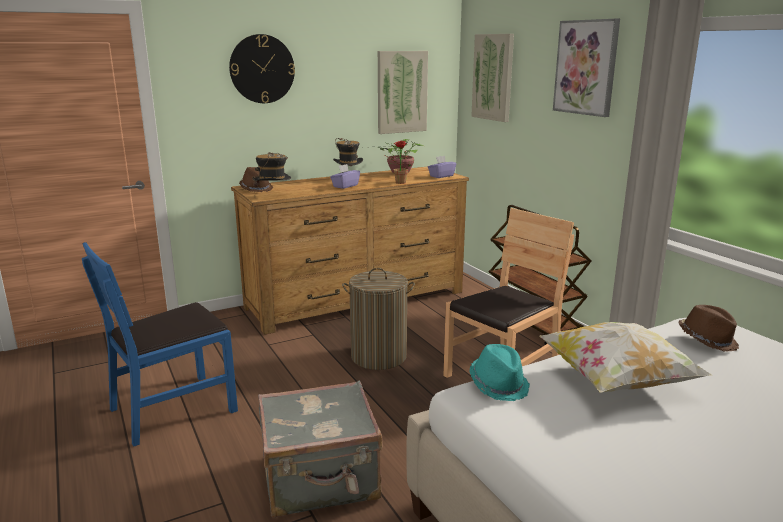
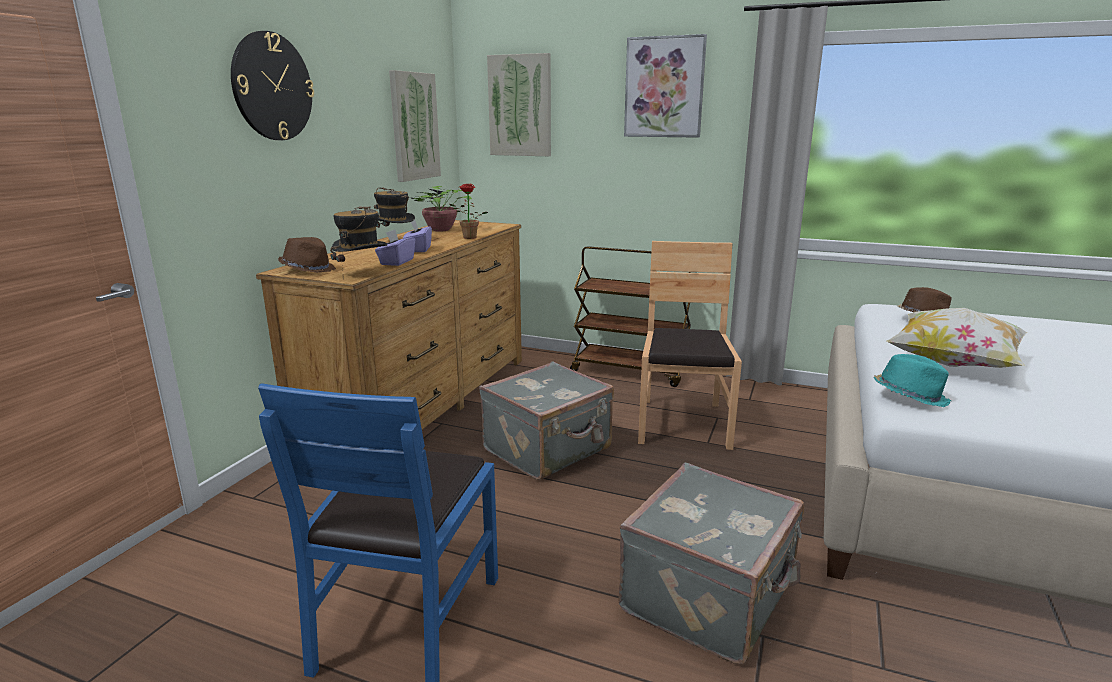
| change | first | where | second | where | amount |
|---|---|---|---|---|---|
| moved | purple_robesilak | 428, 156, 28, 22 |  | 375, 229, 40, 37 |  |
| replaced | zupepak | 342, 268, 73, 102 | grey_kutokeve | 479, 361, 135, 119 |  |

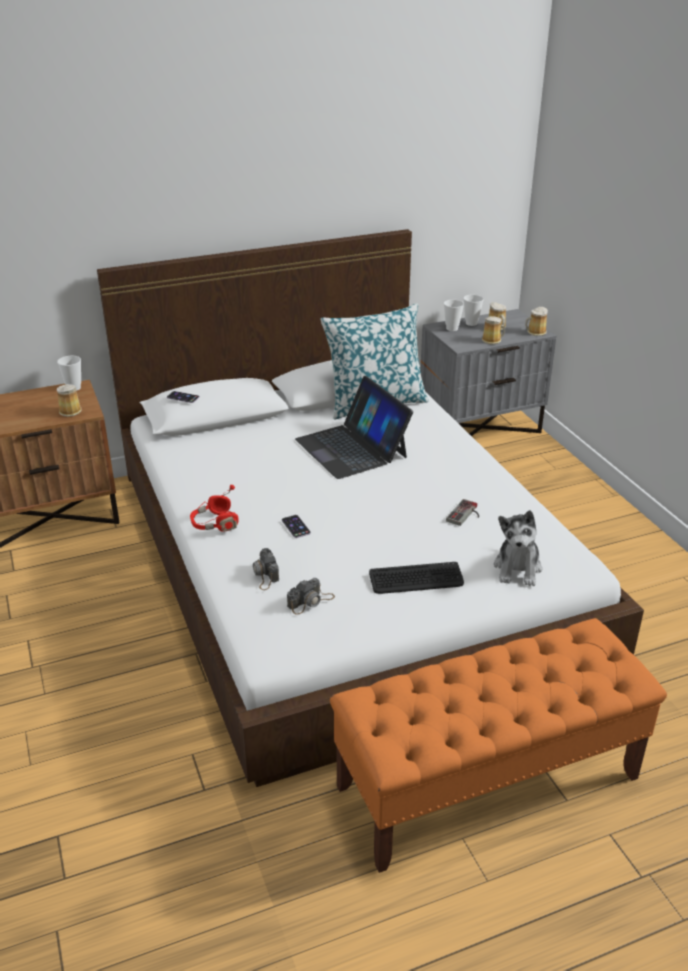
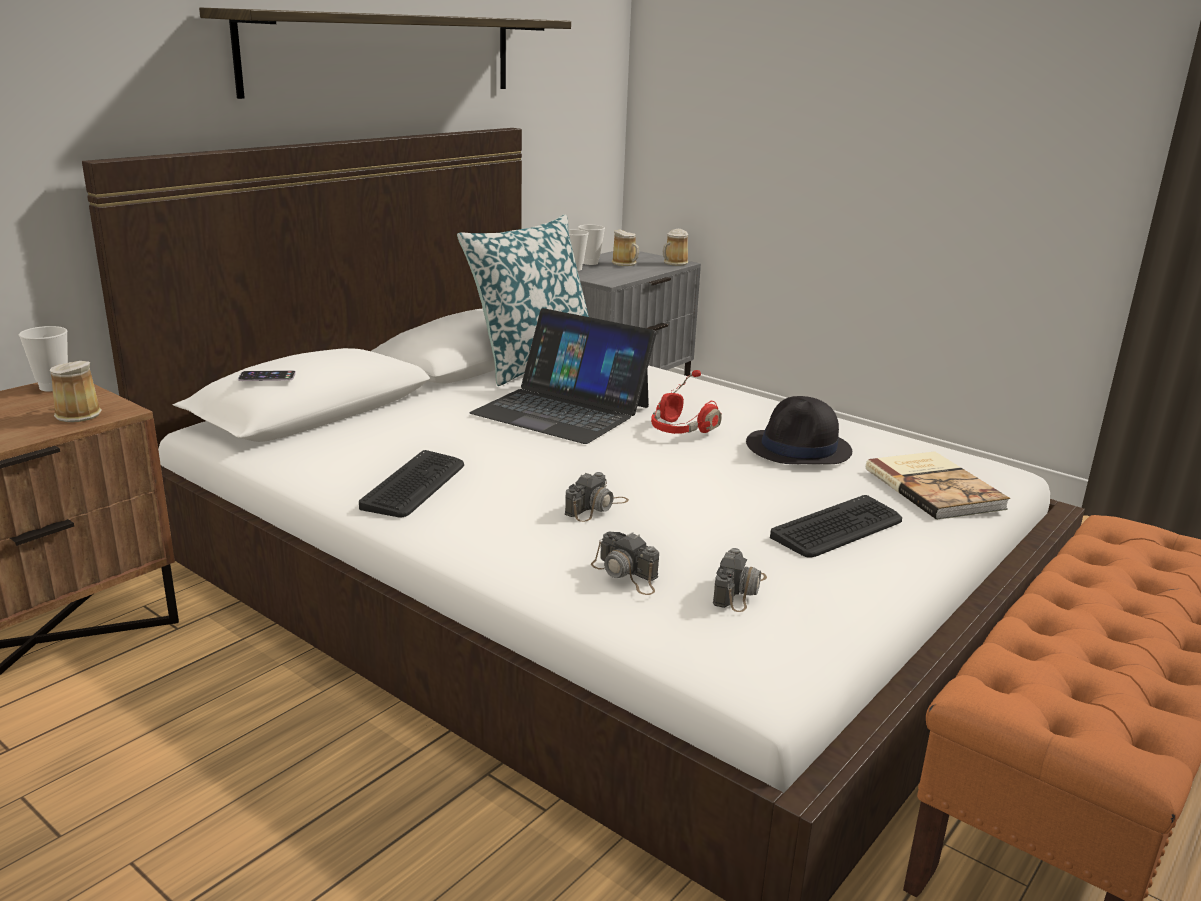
| change | first | where | second | where | amount |
|---|---|---|---|---|---|
| removed | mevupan | 482, 316, 23, 28 |  |  |  |
| added |  |  | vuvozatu | 199, 7, 372, 92 |  |
| added |  |  | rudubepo | 359, 450, 105, 67 |  |
| moved | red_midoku | 190, 485, 49, 47 |  | 651, 370, 71, 64 |  |
| replaced | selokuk | 282, 515, 29, 23 | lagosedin | 565, 472, 64, 50 |  |
| replaced | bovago | 446, 499, 33, 27 | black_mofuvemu | 746, 396, 106, 68 |  |
| replaced | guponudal | 494, 510, 48, 76 | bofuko | 866, 451, 144, 69 |  |

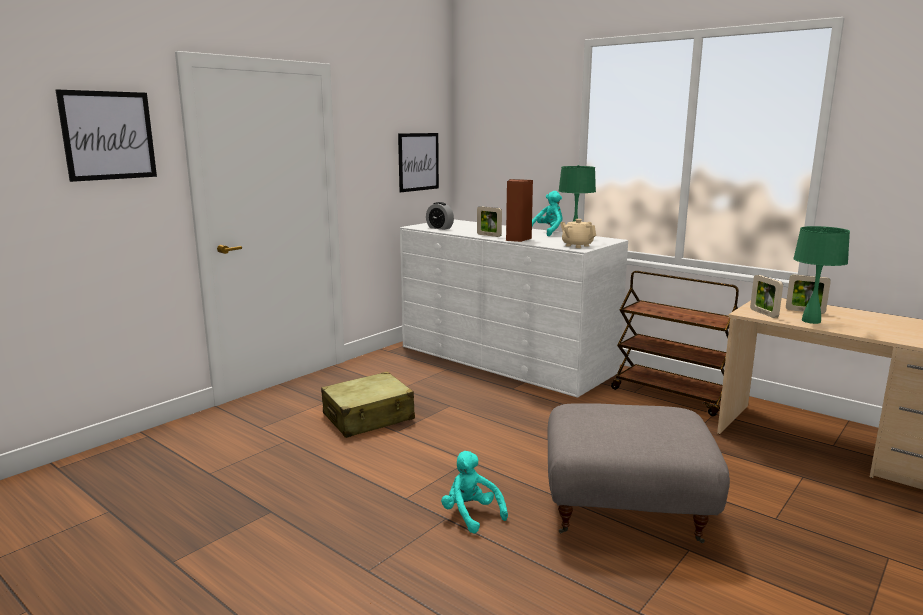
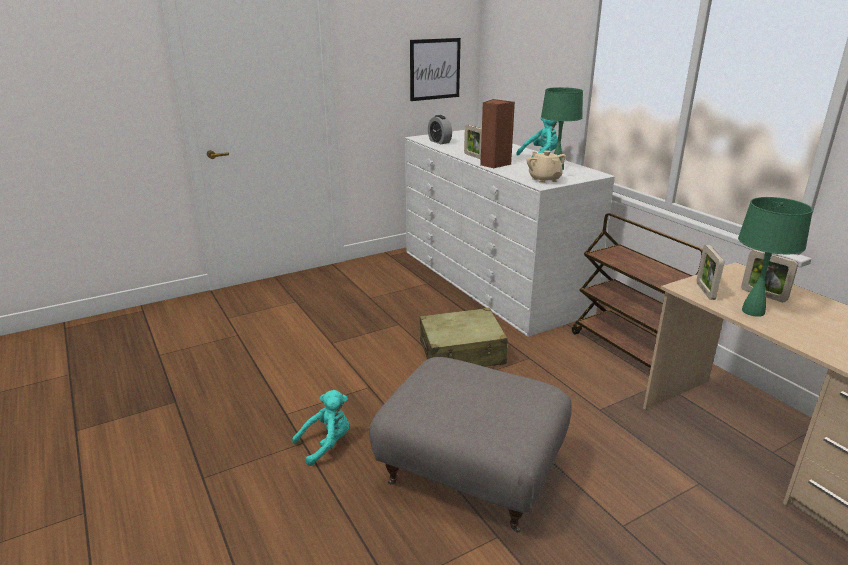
| change | first | where | second | where | amount |
|---|---|---|---|---|---|
| removed | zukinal | 56, 89, 101, 93 |  |  |  |
| moved | beige_kutokeve | 321, 372, 94, 66 |  | 420, 308, 88, 59 |  |
| turned | turquoise_guponudal | 441, 451, 67, 83 |  | 292, 390, 57, 76 | 75 degrees clockwise |

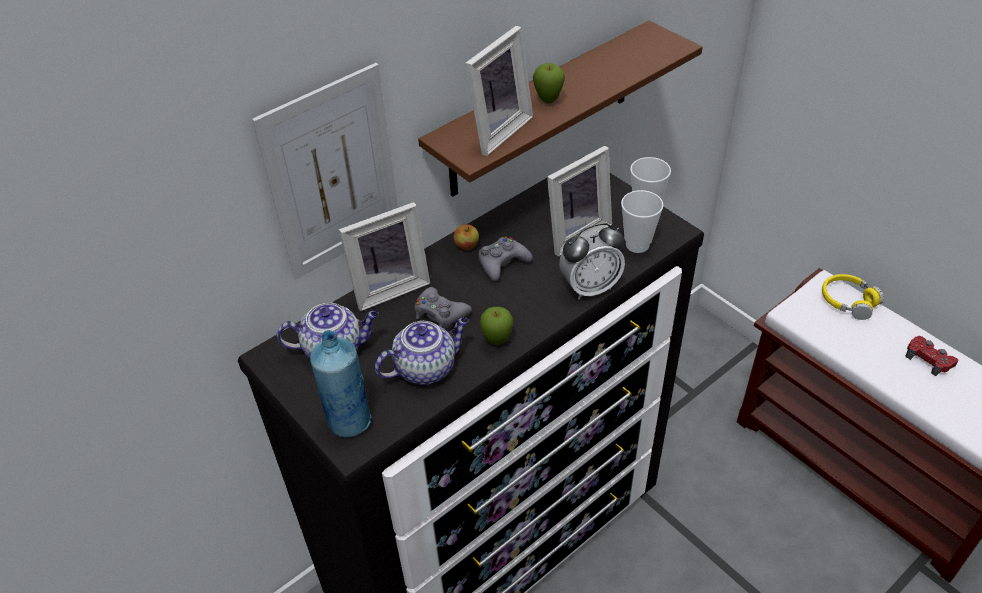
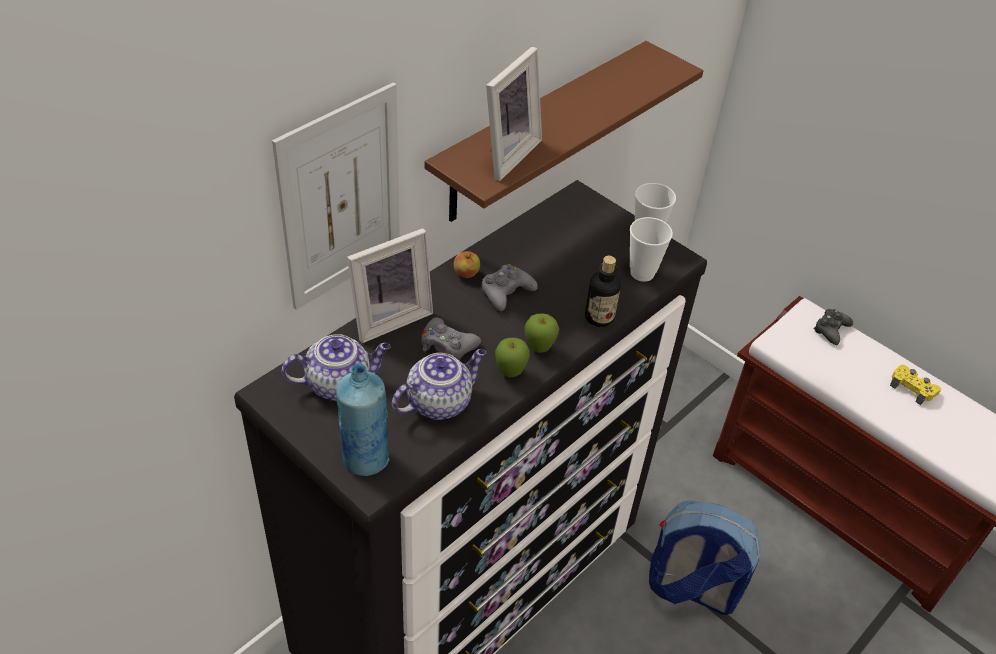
| change | first | where | second | where | amount |
|---|---|---|---|---|---|
| removed | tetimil | 547, 146, 65, 111 |  |  |  |
| added |  |  | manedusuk | 649, 501, 113, 114 |  |
| moved | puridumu | 533, 63, 32, 41 |  | 525, 314, 34, 39 |  |
| replaced | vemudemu | 559, 223, 66, 77 | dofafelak | 585, 256, 36, 71 |  |
| replaced | yellow_midoku | 822, 274, 62, 46 | black_bovago | 813, 309, 40, 36 |  |
| recoloured | red_bovago | 905, 336, 53, 40 | yellow_bovago | 890, 365, 51, 40 |  |

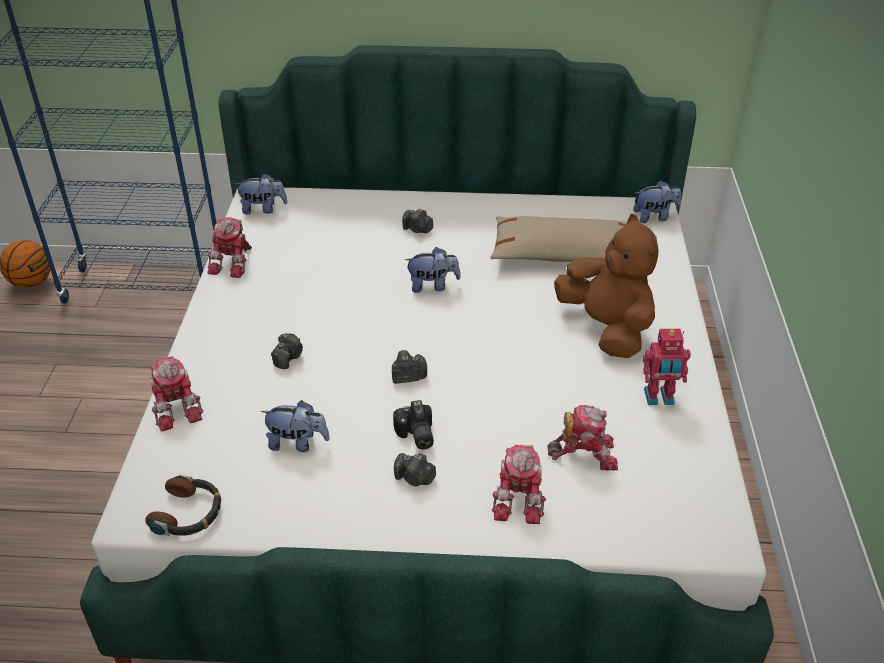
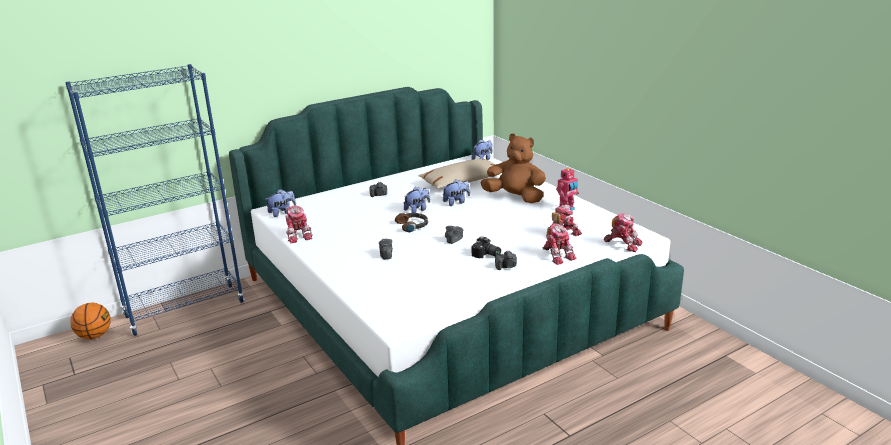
| change | first | where | second | where | amount |
|---|---|---|---|---|---|
| moved | midoku | 145, 475, 76, 61 |  | 395, 213, 33, 19 |  |
| moved | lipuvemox | 149, 356, 54, 75 |  | 604, 213, 39, 39 |  |
| moved | guponudal | 260, 400, 70, 52 |  | 443, 179, 27, 27 |  |

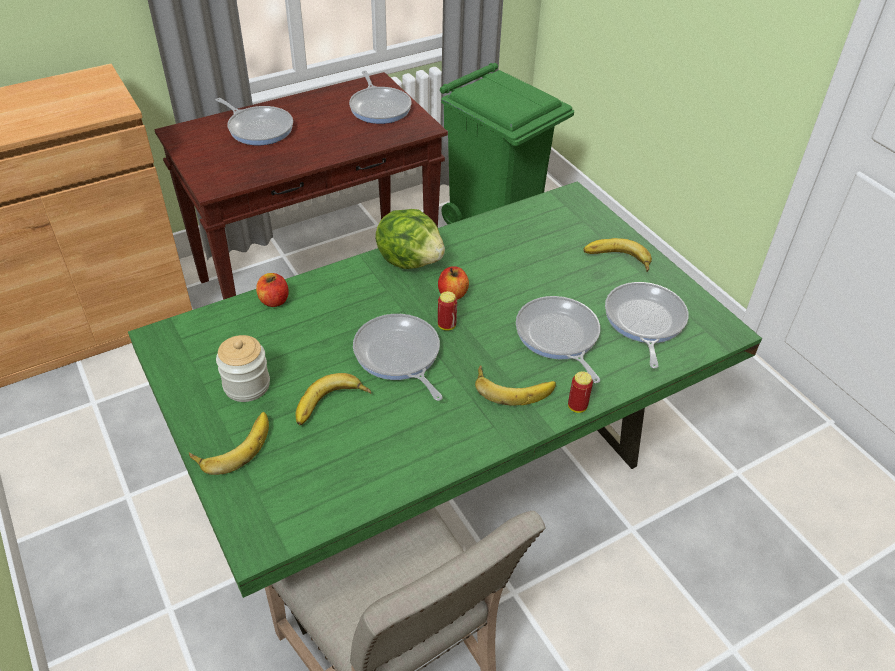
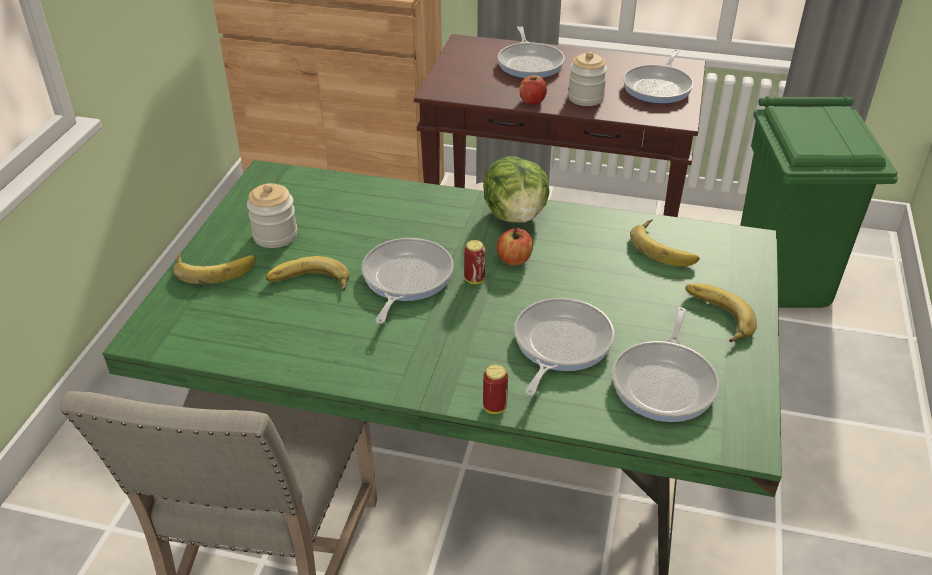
| change | first | where | second | where | amount |
|---|---|---|---|---|---|
| added |  |  | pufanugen | 568, 52, 39, 54 |  |
| moved | puridumu | 256, 273, 33, 34 |  | 520, 75, 27, 30 |  |
| moved | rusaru | 475, 365, 81, 41 |  | 630, 219, 69, 47 |  |
| turned | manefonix | 605, 282, 84, 87 |  | 612, 307, 107, 115 | 150 degrees clockwise |

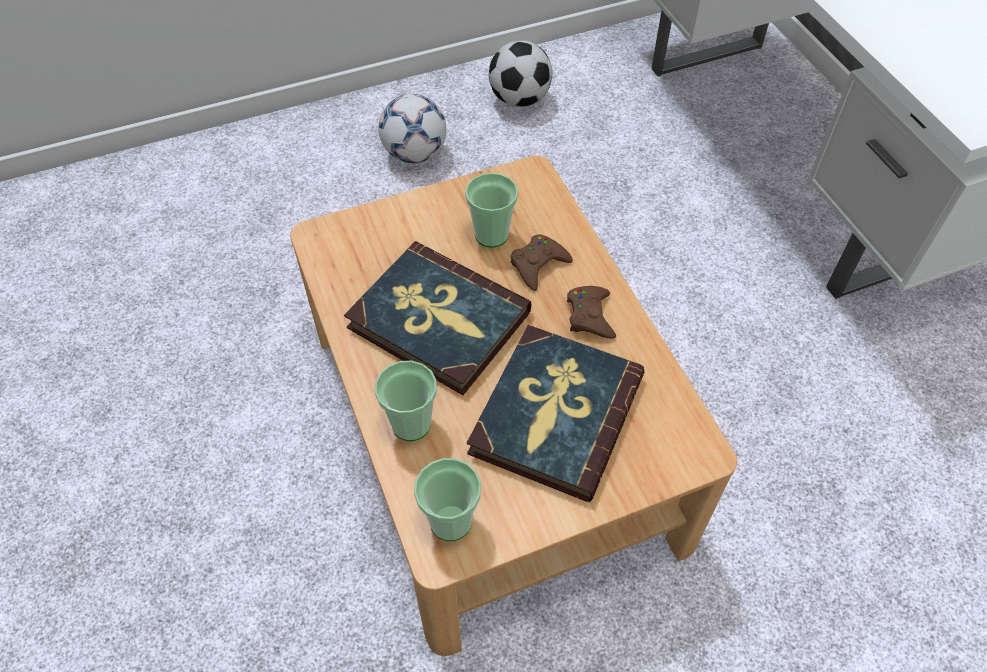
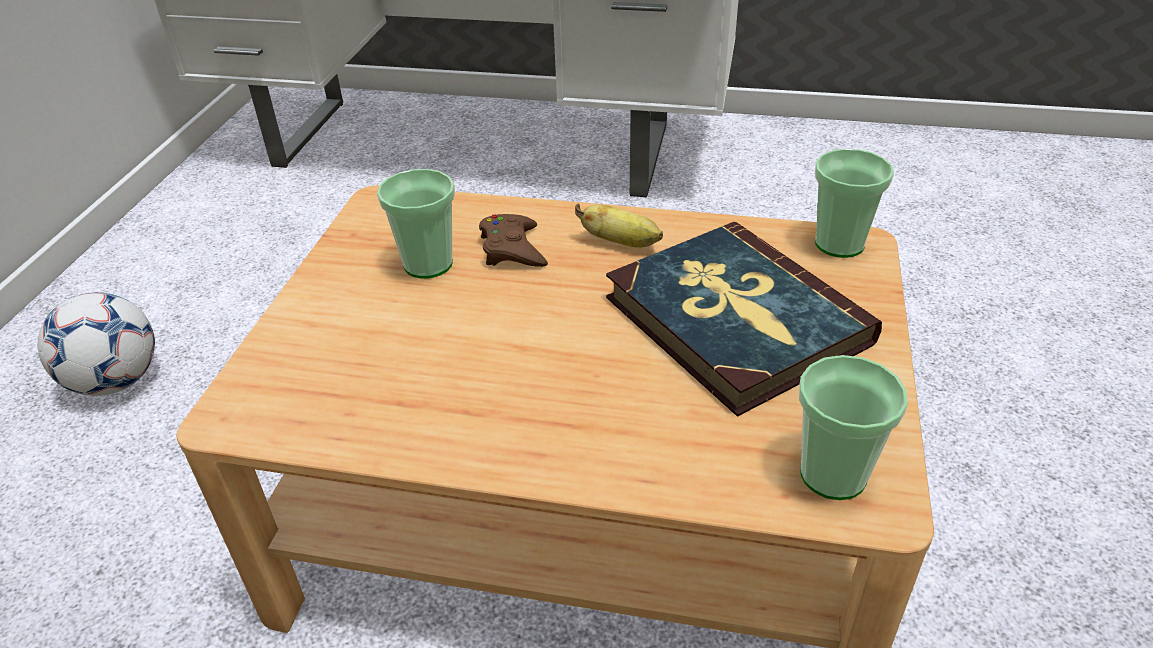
| change | first | where | second | where | amount |
|---|---|---|---|---|---|
| removed | bofuko | 344, 241, 188, 154 |  |  |  |
| removed | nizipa | 489, 40, 64, 67 |  |  |  |
| moved | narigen | 375, 360, 62, 81 |  | 815, 149, 79, 109 |  |
| replaced | brown_bovago | 567, 286, 49, 53 | rusaru | 575, 203, 88, 45 |  |

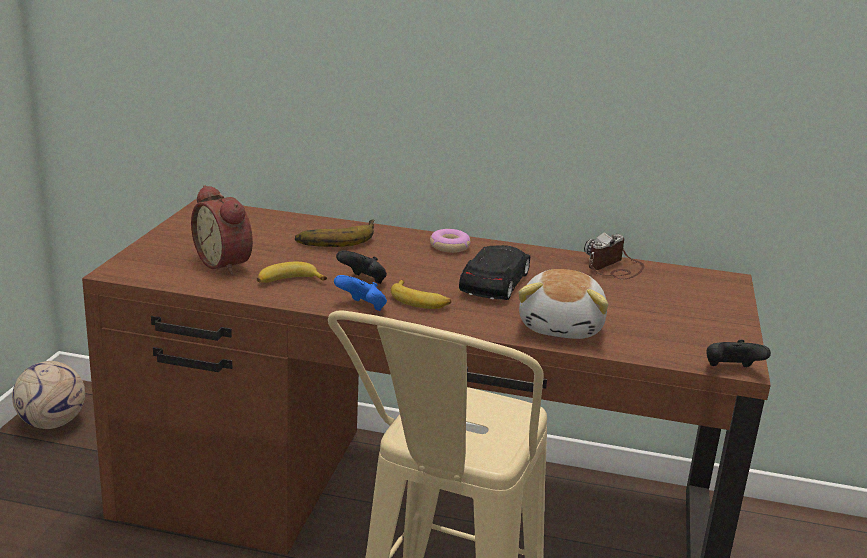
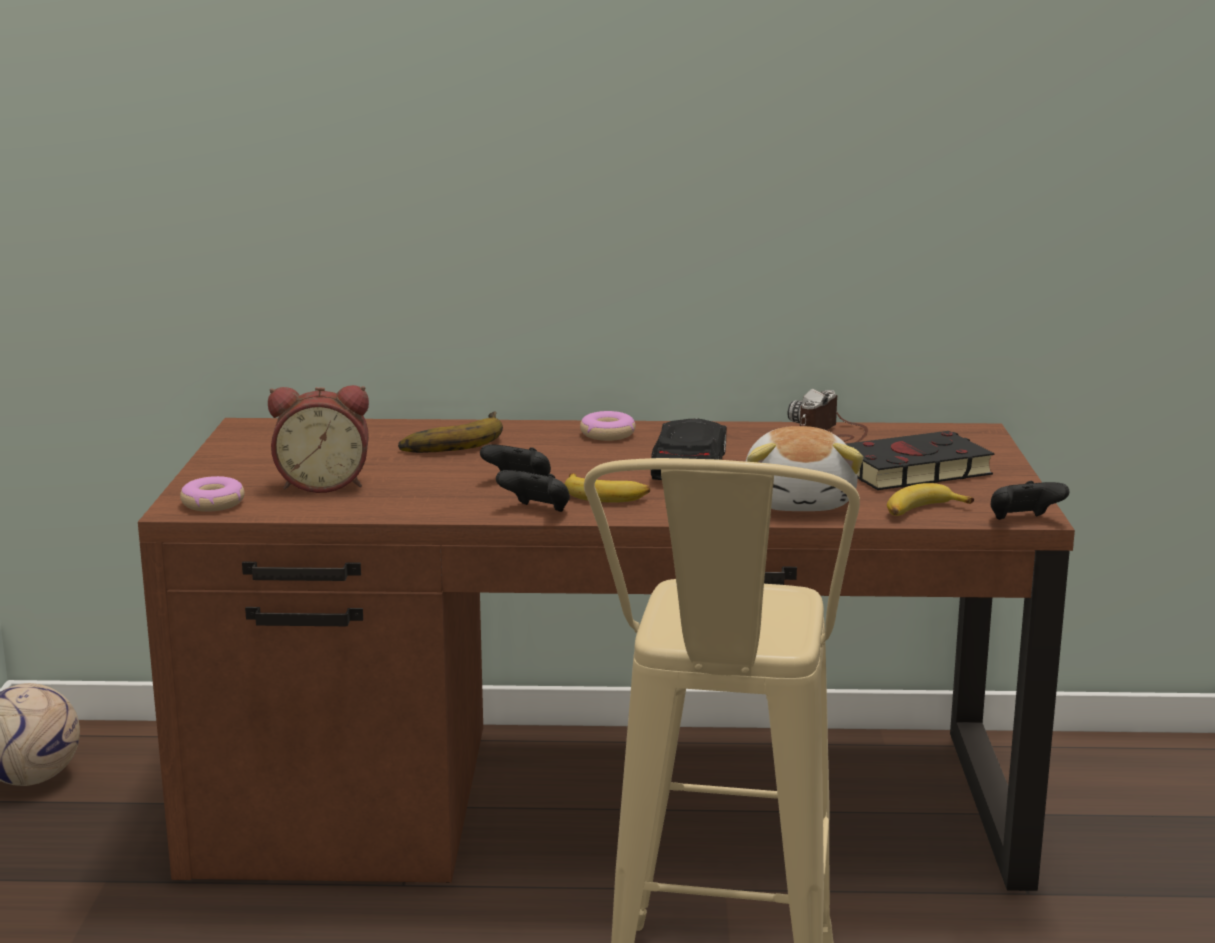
| change | first | where | second | where | amount |
|---|---|---|---|---|---|
| added |  |  | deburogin | 180, 476, 65, 36 |  |
| added |  |  | black_bofuko | 846, 431, 149, 59 |  |
| moved | rusaru | 257, 262, 70, 21 |  | 887, 483, 87, 33 |  |
| recoloured | blue_bovago | 334, 275, 53, 36 | black_bovago | 496, 470, 74, 42 |  |
| turned | vemudemu | 191, 185, 62, 90 |  | 268, 385, 101, 108 | 45 degrees counterclockwise |

